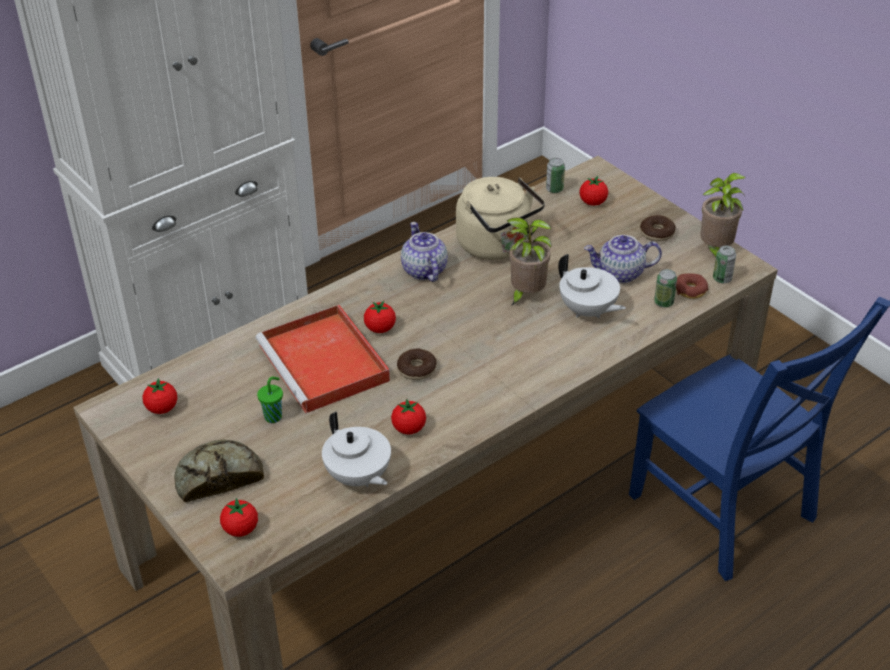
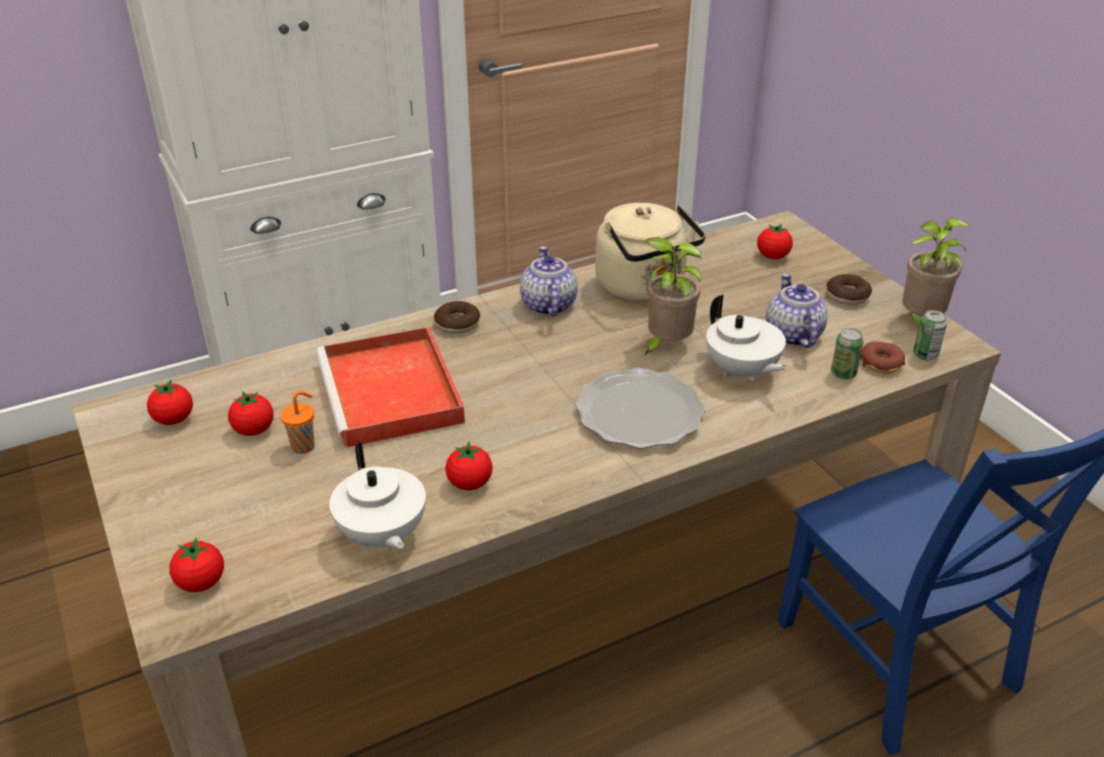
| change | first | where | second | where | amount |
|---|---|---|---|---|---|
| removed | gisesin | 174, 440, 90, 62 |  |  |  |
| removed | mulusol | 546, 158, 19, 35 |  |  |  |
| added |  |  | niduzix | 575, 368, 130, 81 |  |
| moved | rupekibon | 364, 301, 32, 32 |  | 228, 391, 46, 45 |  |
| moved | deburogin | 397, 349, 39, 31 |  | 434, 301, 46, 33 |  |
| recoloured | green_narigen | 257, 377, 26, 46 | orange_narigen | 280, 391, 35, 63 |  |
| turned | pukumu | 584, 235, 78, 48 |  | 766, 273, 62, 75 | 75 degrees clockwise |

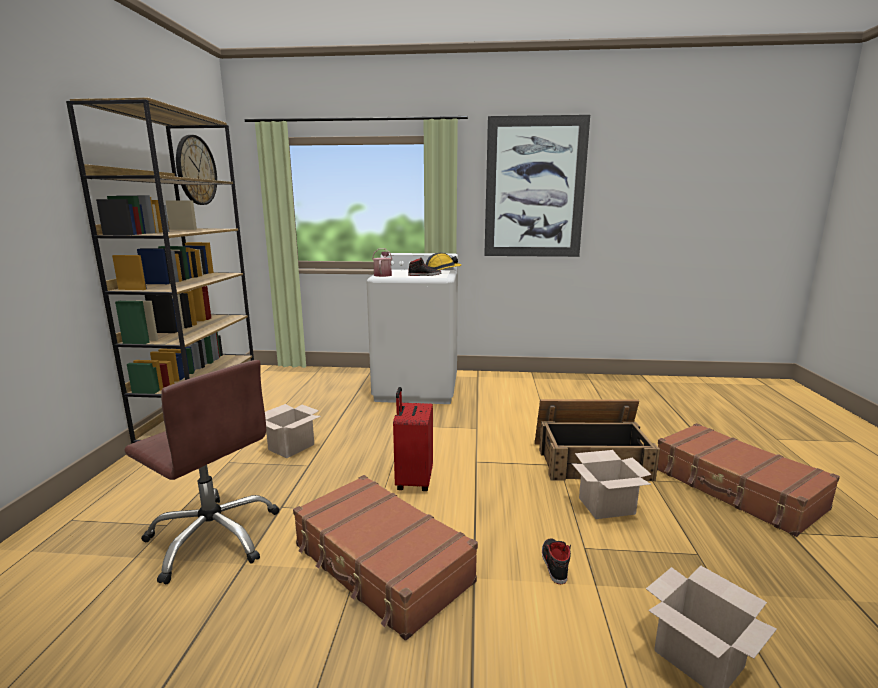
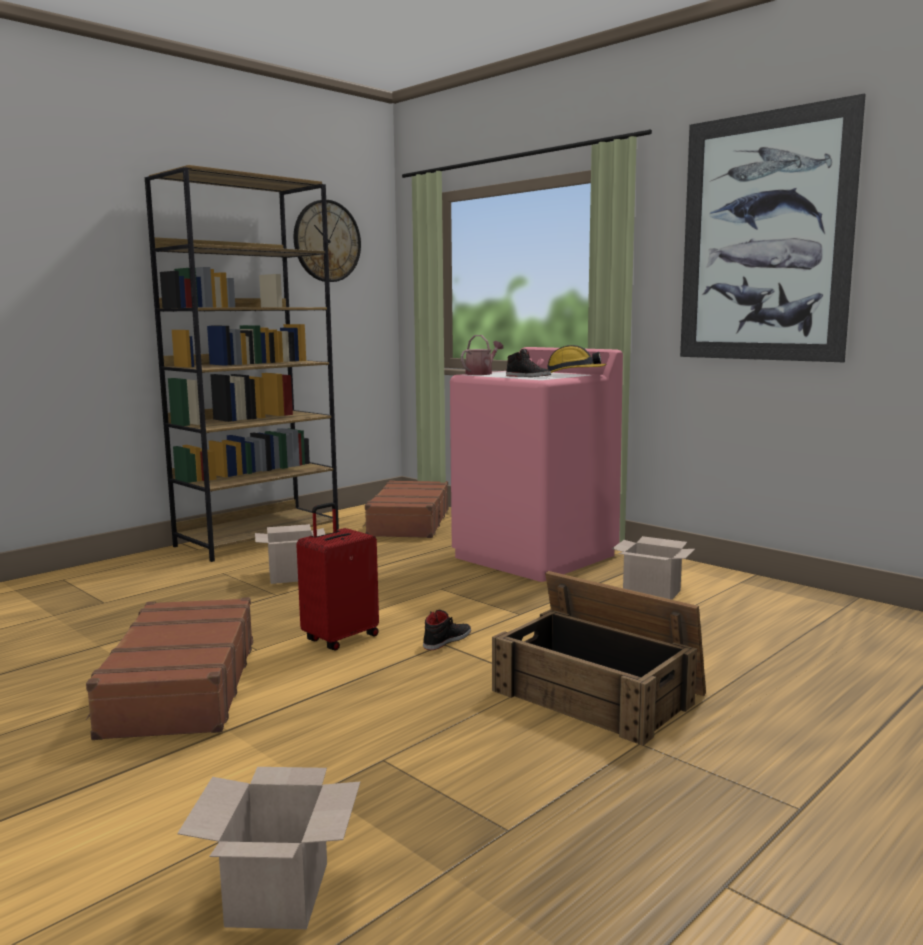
| change | first | where | second | where | amount |
|---|---|---|---|---|---|
| removed | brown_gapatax | 124, 360, 155, 224 |  |  |  |
| moved | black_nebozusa | 542, 538, 29, 46 |  | 423, 610, 48, 40 |  |
| moved | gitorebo | 572, 450, 80, 69 |  | 612, 536, 83, 64 |  |
| moved | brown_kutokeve | 657, 423, 183, 114 |  | 362, 480, 87, 58 |  |
| recoloured | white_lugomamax | 367, 253, 91, 151 | pink_lugomamax | 450, 347, 173, 235 |  |

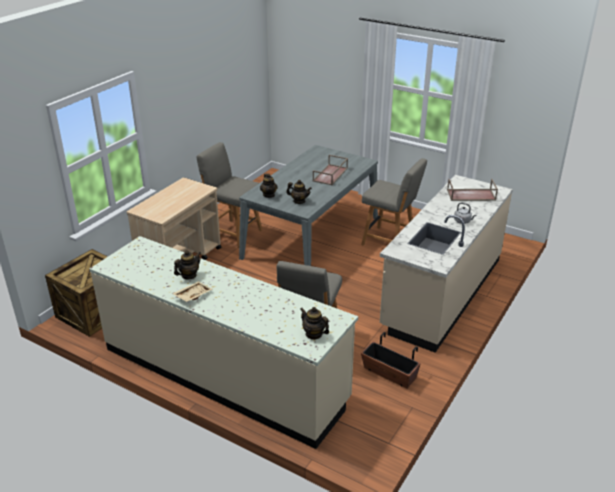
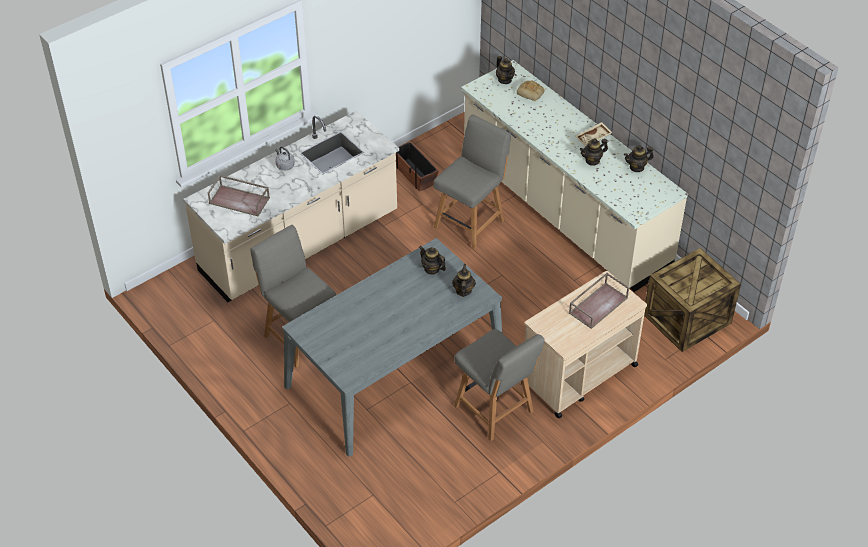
| change | first | where | second | where | amount |
|---|---|---|---|---|---|
| added |  |  | gisesin | 517, 80, 28, 21 |  |
| added |  |  | pukumu | 624, 145, 30, 27 |  |
| moved | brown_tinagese | 313, 155, 35, 30 |  | 569, 273, 60, 56 |  |

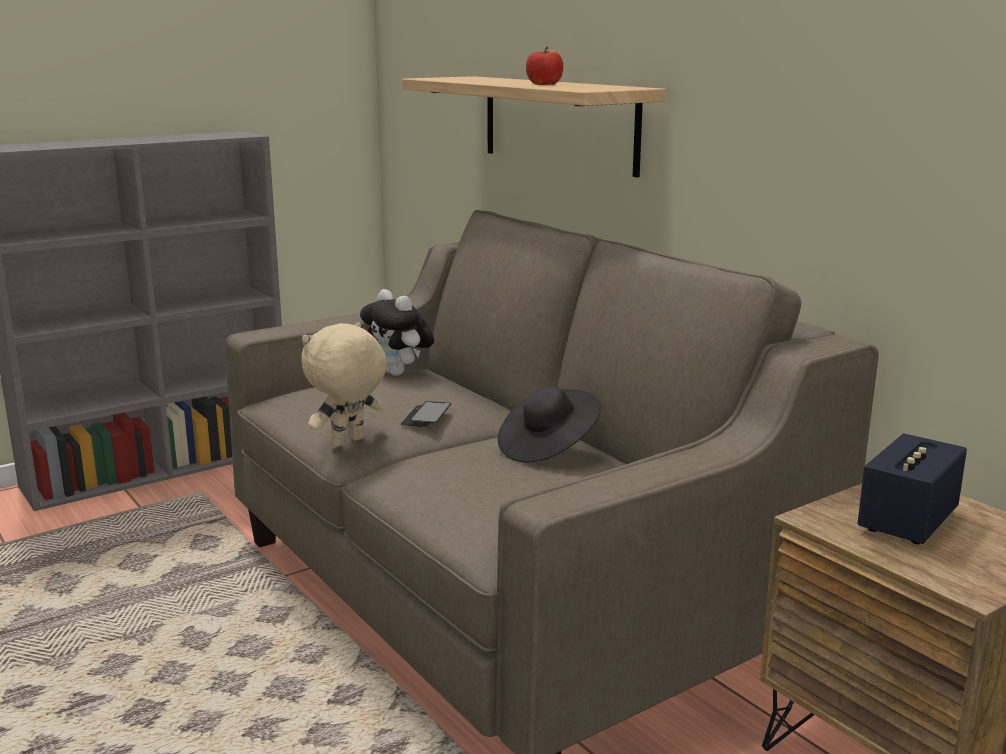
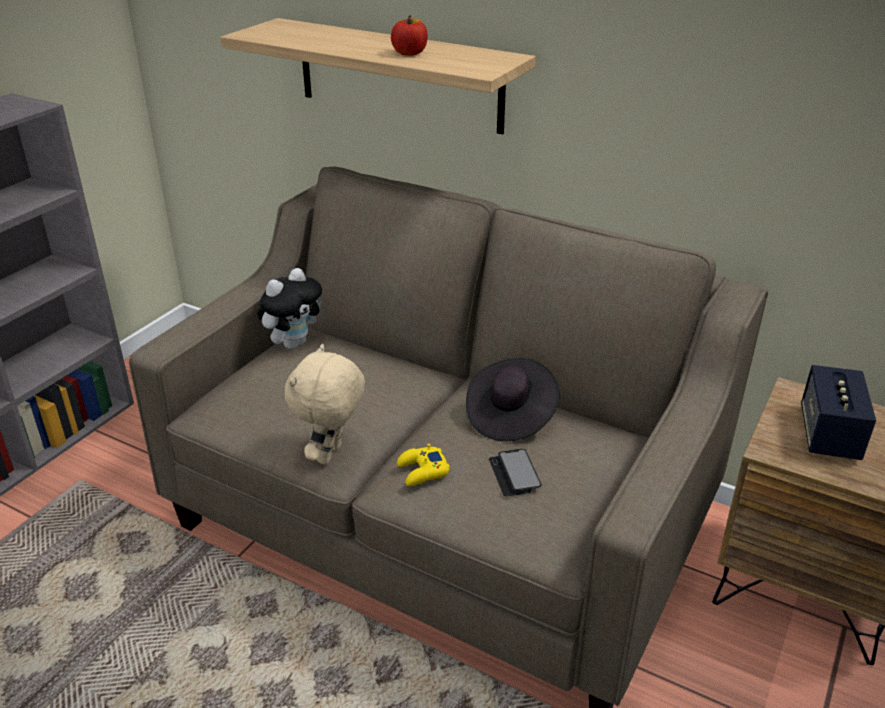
| change | first | where | second | where | amount |
|---|---|---|---|---|---|
| added |  |  | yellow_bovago | 397, 444, 53, 42 |  |
| moved | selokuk | 401, 401, 50, 26 |  | 489, 449, 53, 47 |  |
| turned | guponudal | 360, 289, 74, 87 |  | 257, 268, 65, 81 | 75 degrees counterclockwise |

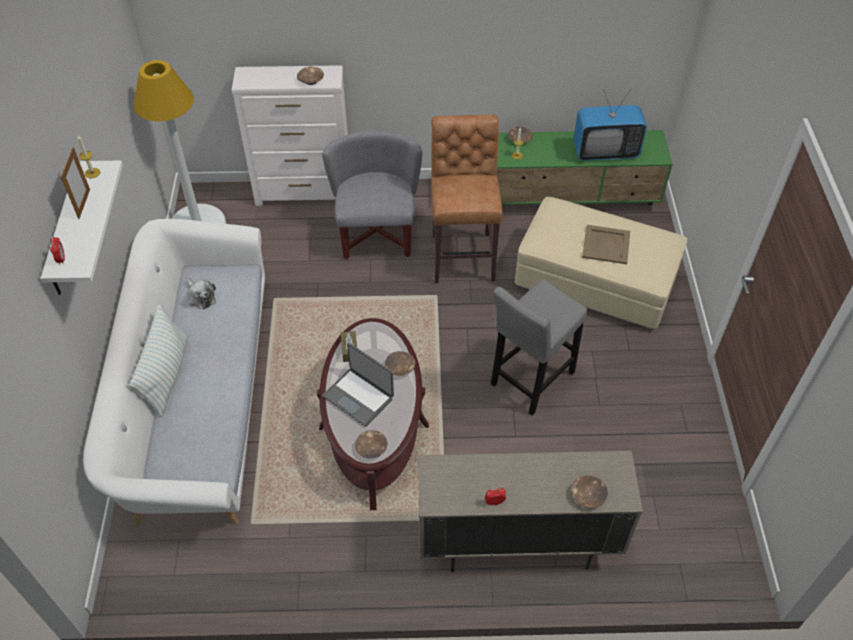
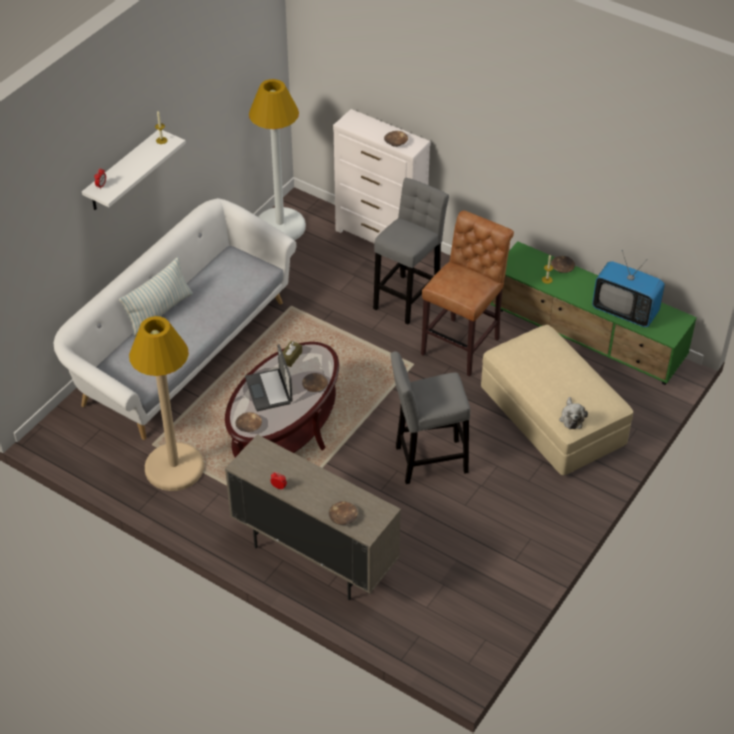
| change | first | where | second | where | amount |
|---|---|---|---|---|---|
| removed | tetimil | 61, 147, 29, 72 |  |  |  |
| removed | beige_tinagese | 582, 225, 48, 39 |  |  |  |
| added |  |  | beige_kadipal | 129, 316, 75, 175 |  |
| moved | guponudal | 187, 278, 29, 31 |  | 559, 397, 29, 32 |  |
| replaced | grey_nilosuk | 322, 130, 100, 129 | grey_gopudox | 373, 178, 76, 146 |  |

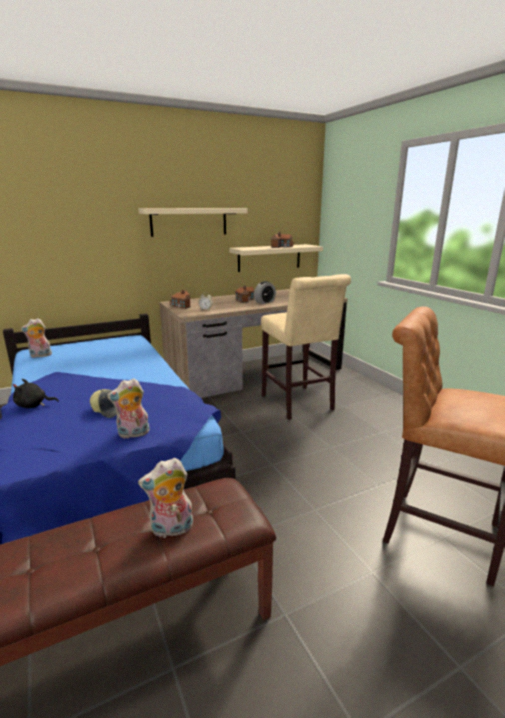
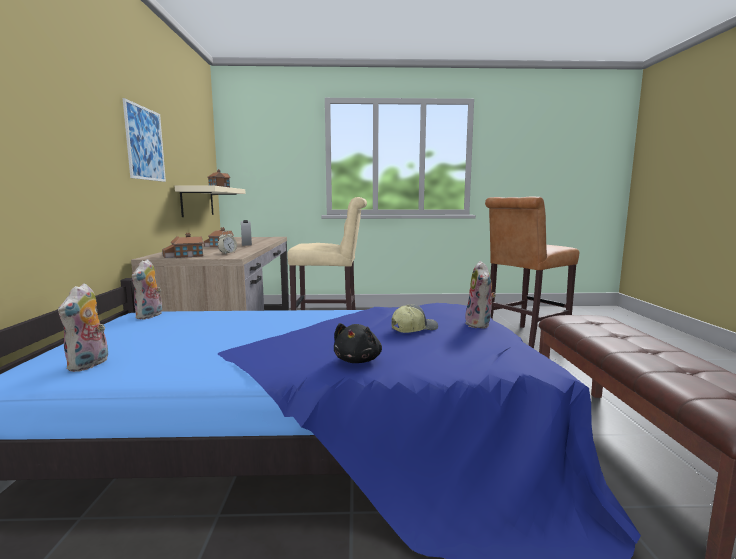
| change | first | where | second | where | amount |
|---|---|---|---|---|---|
| moved | guponudal | 138, 458, 56, 80 |  | 132, 259, 30, 60 |  |
| replaced | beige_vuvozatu | 138, 208, 110, 29 | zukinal | 123, 98, 43, 84 |  |

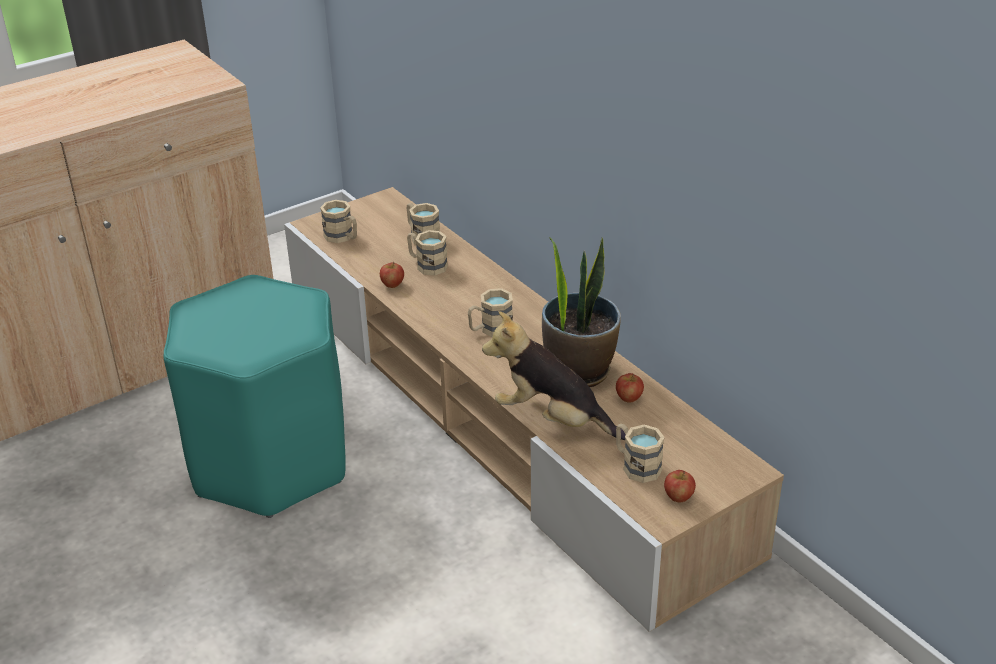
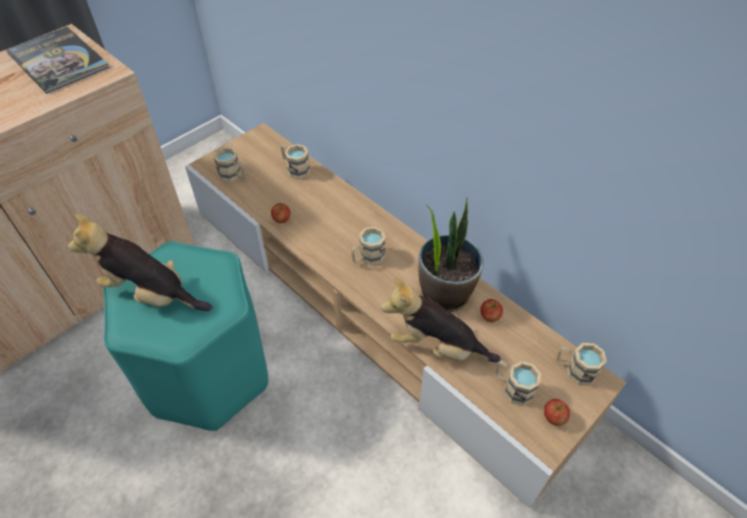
| change | first | where | second | where | amount |
|---|---|---|---|---|---|
| added |  |  | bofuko | 6, 27, 103, 67 |  |
| added |  |  | guponudal | 68, 214, 145, 97 |  |
| moved | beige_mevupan | 407, 230, 41, 46 |  | 557, 343, 50, 43 |  |

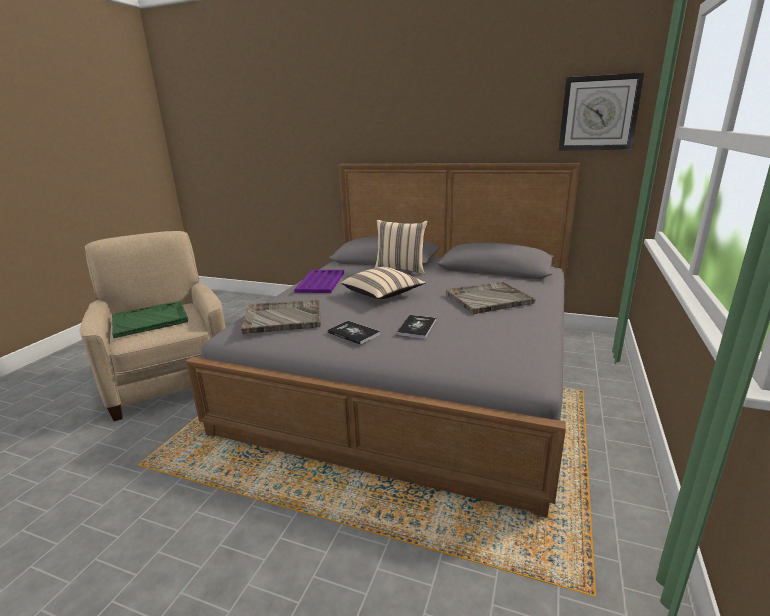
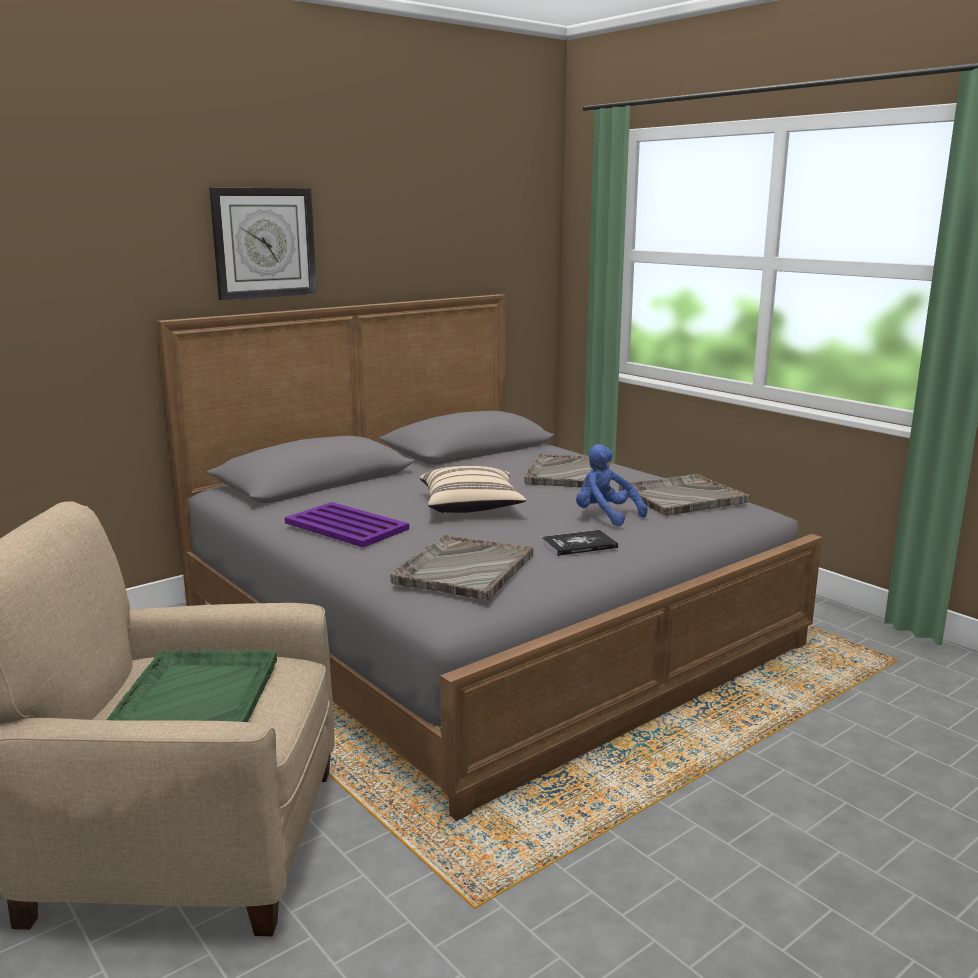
| change | first | where | second | where | amount |
|---|---|---|---|---|---|
| removed | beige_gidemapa | 375, 220, 53, 54 |  |  |  |
| added |  |  | grey_tinagese | 619, 474, 131, 42 |  |
| moved | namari | 559, 73, 85, 77 |  | 209, 187, 108, 113 |  |
| replaced | bofuko | 397, 315, 39, 24 | blue_guponudal | 576, 444, 72, 82 |  |

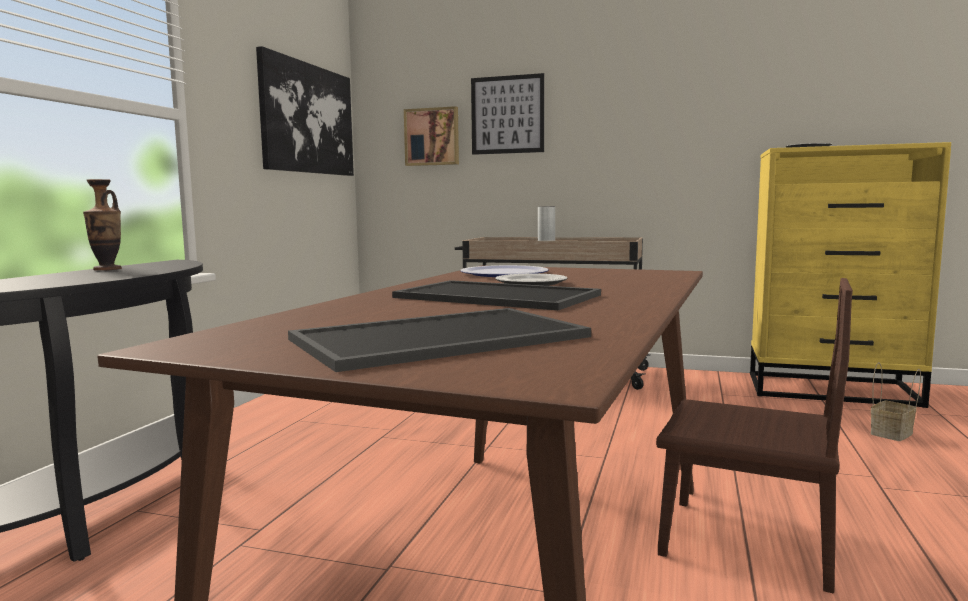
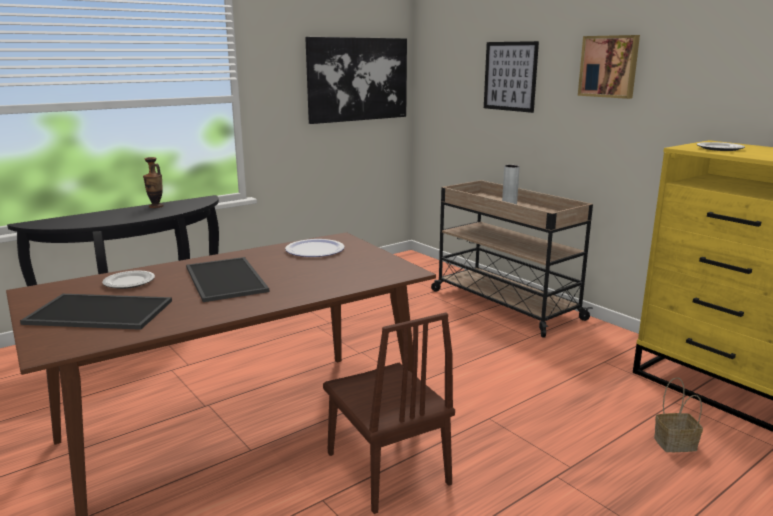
| change | first | where | second | where | amount |
|---|---|---|---|---|---|
| moved | zukinal | 404, 106, 55, 60 |  | 578, 35, 62, 64 |  |
| moved | niduzix | 495, 274, 72, 12 |  | 102, 271, 53, 18 |  |

